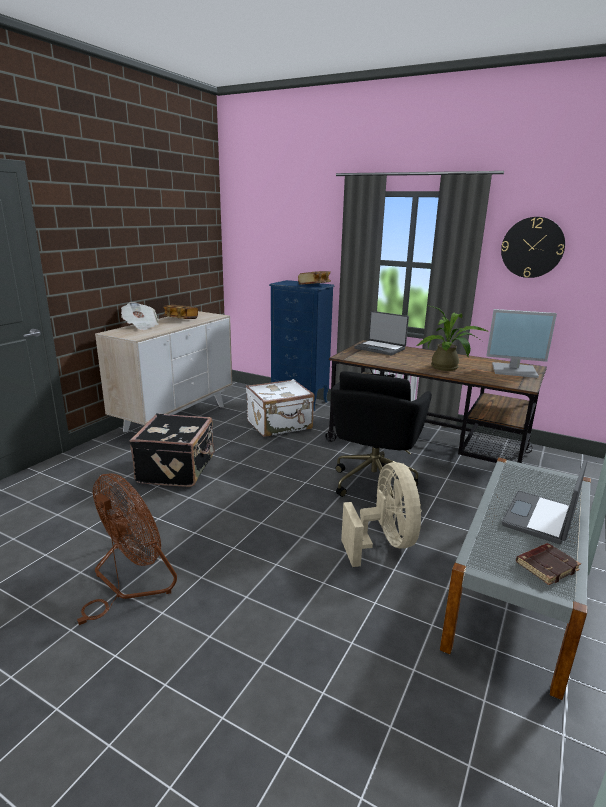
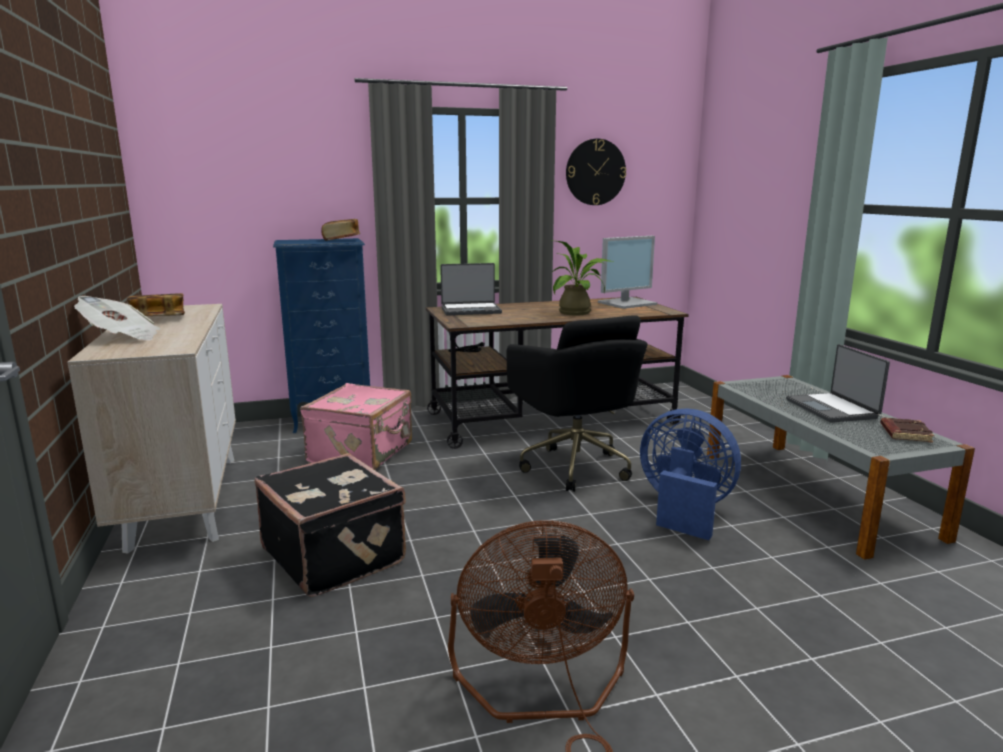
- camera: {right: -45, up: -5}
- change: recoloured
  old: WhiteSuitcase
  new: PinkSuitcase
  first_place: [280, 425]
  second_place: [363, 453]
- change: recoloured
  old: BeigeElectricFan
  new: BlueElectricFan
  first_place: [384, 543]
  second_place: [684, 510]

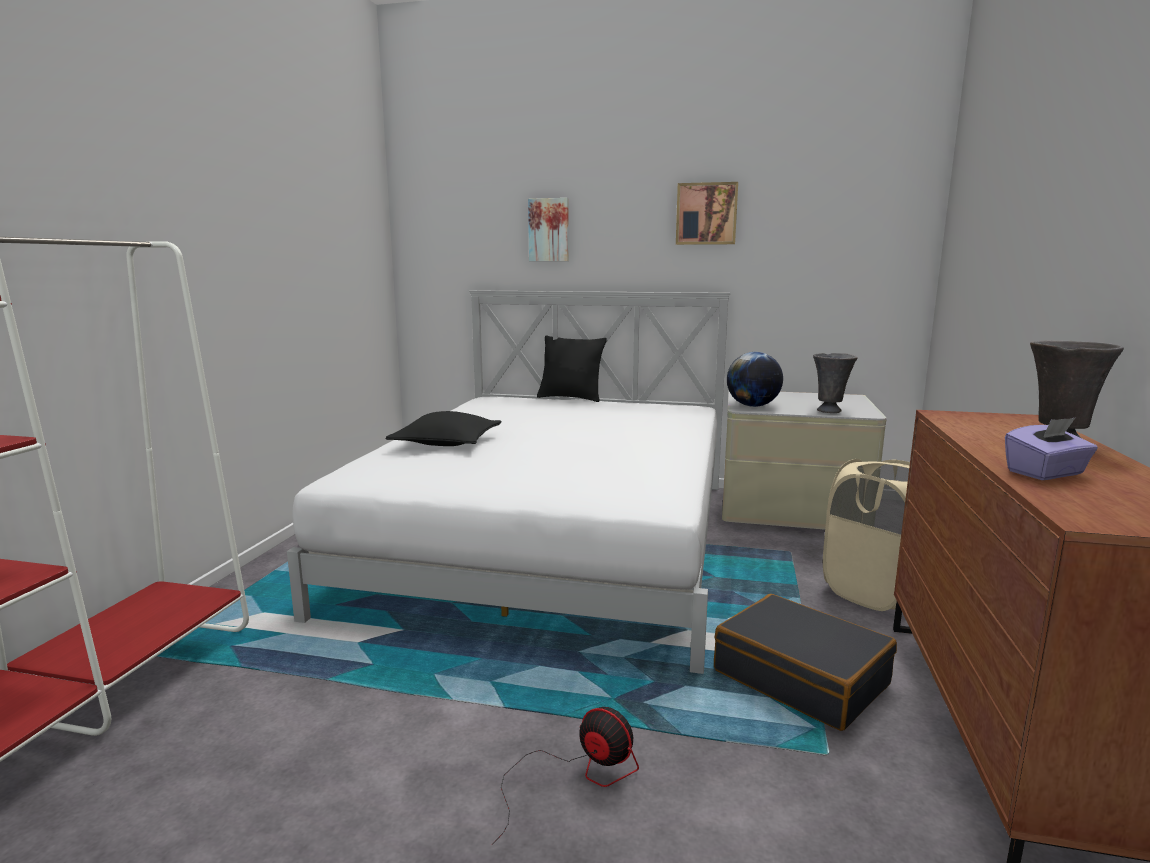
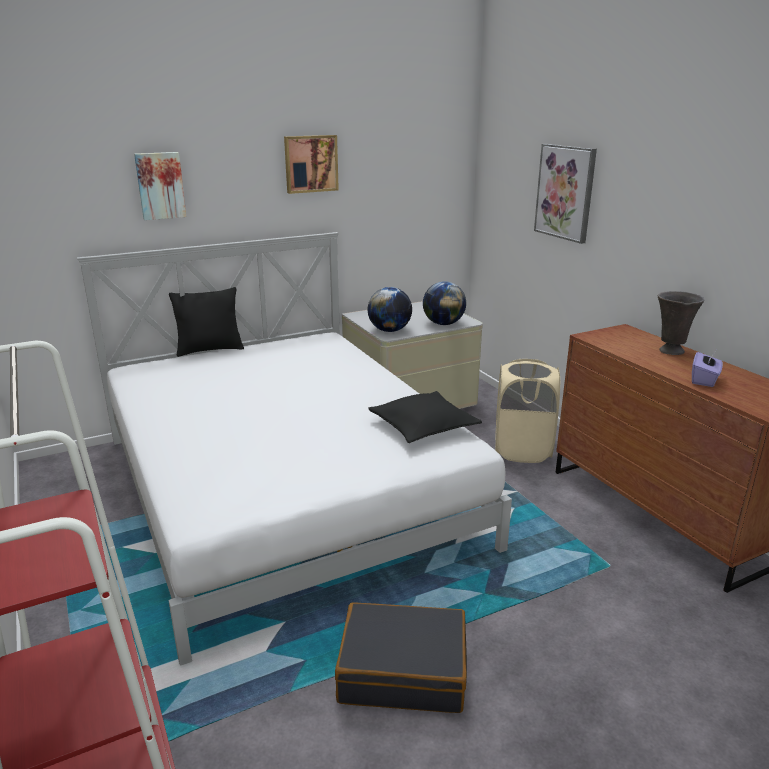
- camera: {right: -40, up: 10}
- change: removed
  old: ElectricFan
  first_place: [576, 775]
- change: added
  new: WallArt
  second_place: [565, 192]
- change: moved
  old: BlackishCushion
  first_place: [447, 443]
  second_place: [423, 427]
- change: moved
  old: BlackishSuitcase
  first_place: [801, 677]
  second_place: [403, 670]
- change: replaced
  old: GreyFlowerVase
  new: DeskGlobe
  first_place: [830, 411]
  second_place: [443, 324]

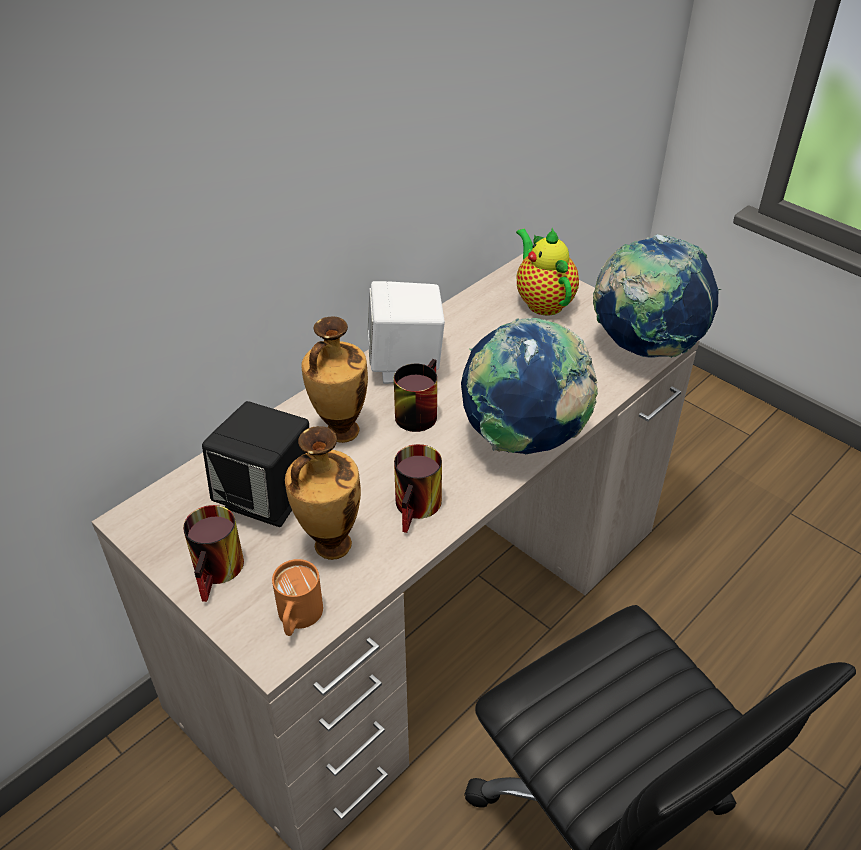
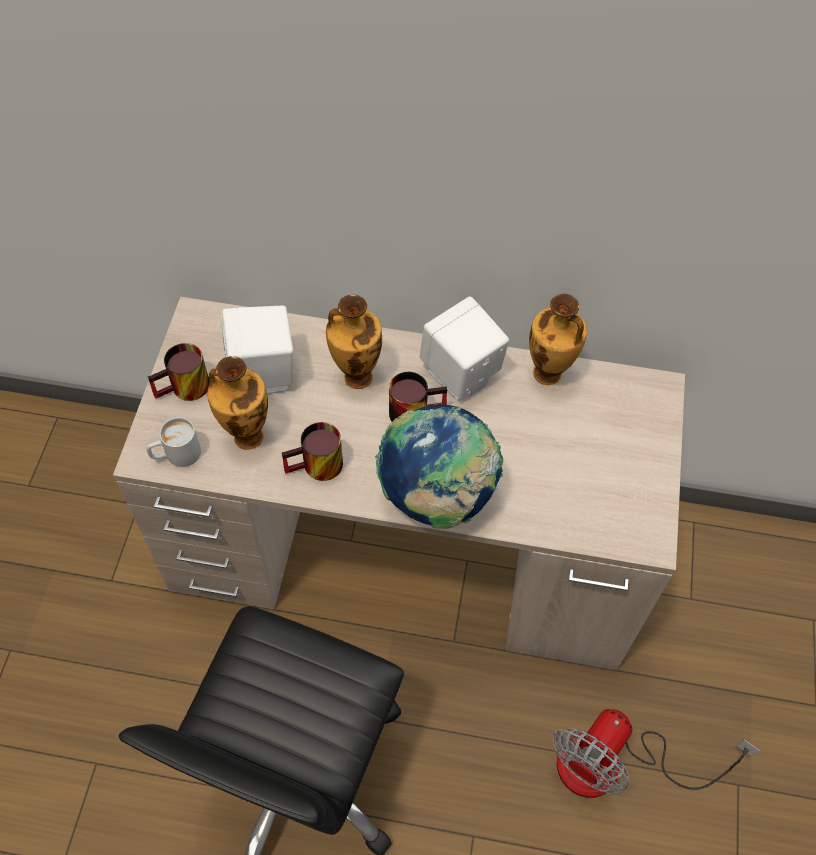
- camera: {right: 55, up: 15}
- change: removed
  old: Teapot
  first_place: [542, 301]
- change: removed
  old: DeskGlobe
  first_place: [644, 347]
- change: added
  new: FlowerVase
  second_place: [548, 375]
- change: added
  new: ElectricFan
  second_place: [612, 765]
- change: recoloured
  old: BlackishLoudspeaker
  new: WhiteLoudspeaker
  first_place: [267, 498]
  second_place: [263, 374]
- change: recoloured
  old: OrangeMug
  new: WhiteMug
  first_place: [298, 619]
  second_place: [176, 455]

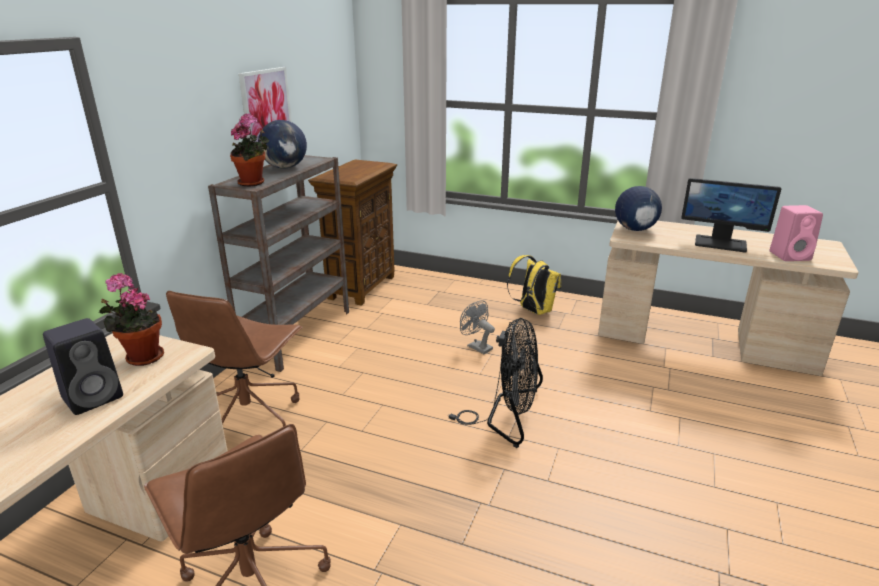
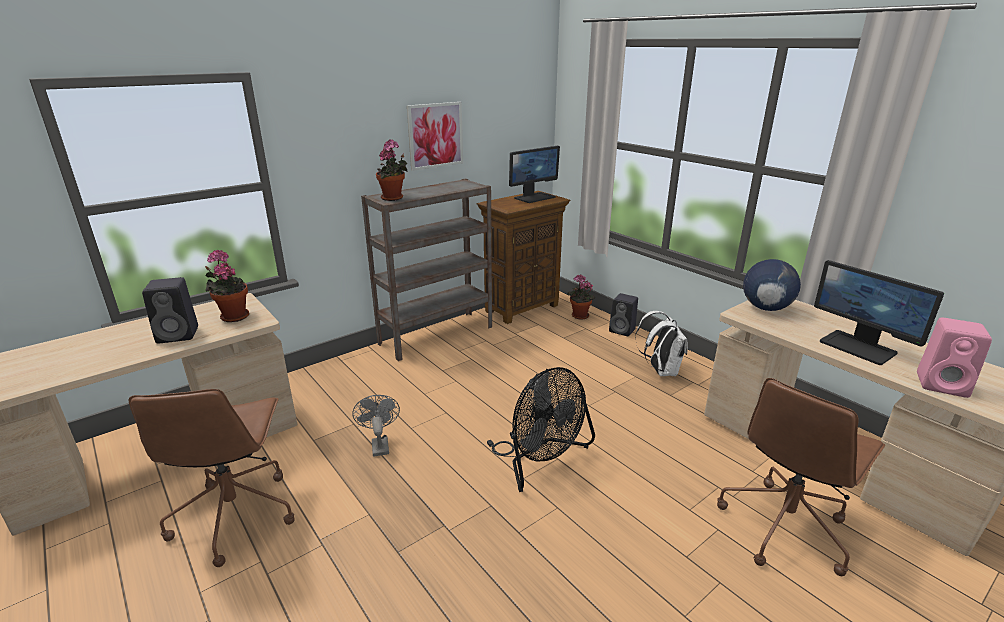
- camera: {right: 30, up: 0}
- change: removed
  old: DeskGlobe
  first_place: [285, 167]
- change: added
  new: ComputerDisplay
  second_place: [534, 197]
- change: added
  new: PottedPlant
  second_place: [578, 316]
- change: added
  new: BlackishLoudspeaker
  second_place: [623, 330]
- change: moved
  old: BrownComputerChair
  first_place: [251, 418]
  second_place: [785, 525]
- change: moved
  old: GreyElectricFan
  first_place: [476, 347]
  second_place: [379, 444]
- change: recoloured
  old: YellowColouredRucksack
  new: WhiteRucksack
  first_place: [533, 310]
  second_place: [660, 370]

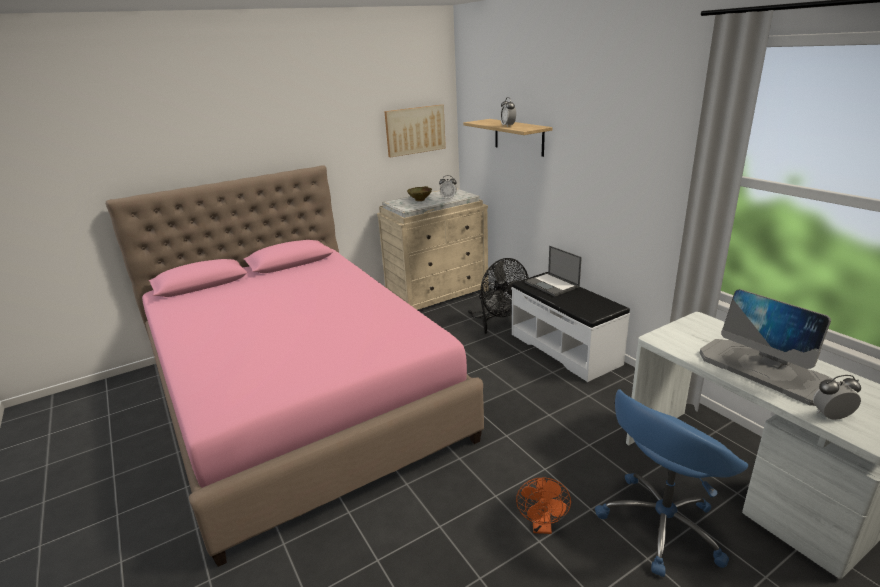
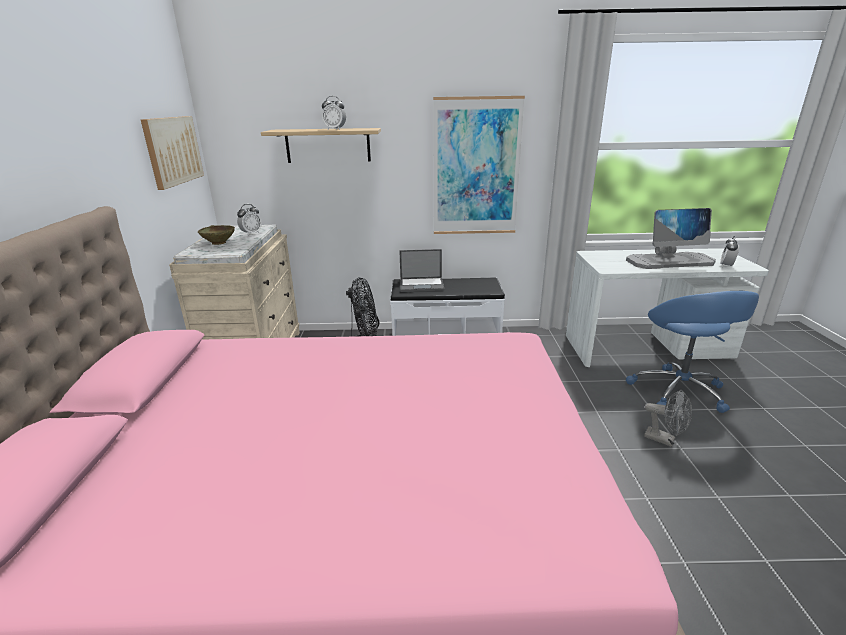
- camera: {right: -60, up: 0}
- change: added
  new: WallArt
  second_place: [476, 168]
- change: recoloured
  old: OrangeElectricFan
  new: GreyElectricFan
  first_place: [542, 526]
  second_place: [664, 439]

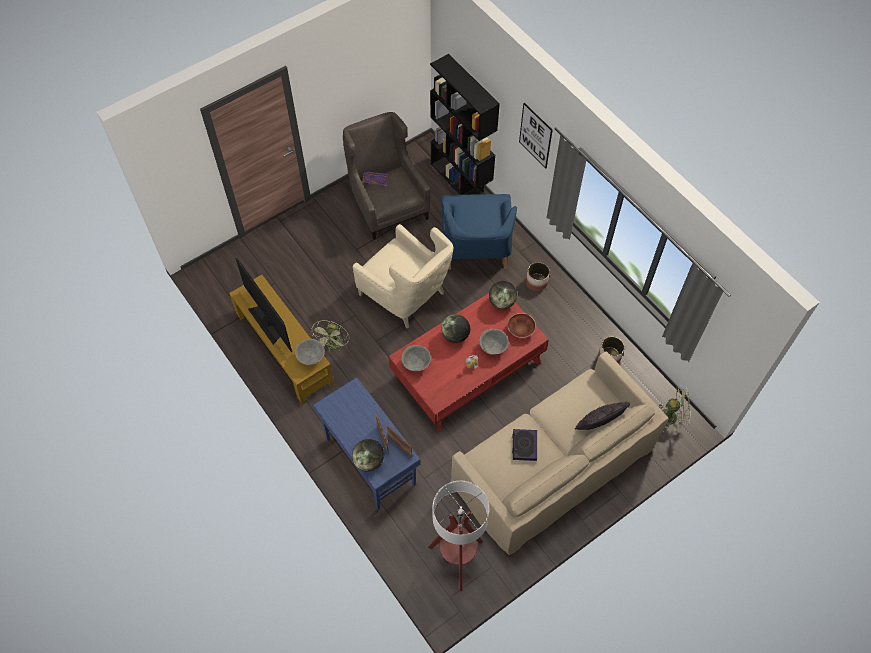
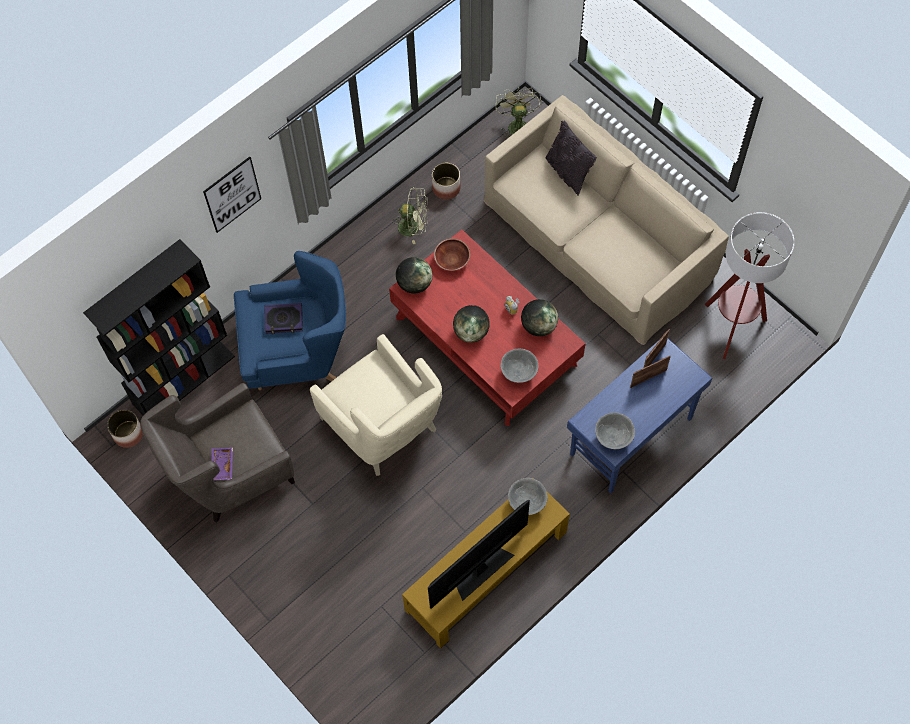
- camera: {right: -95, up: 5}
- change: moved
  old: GreenColouredElectricFan
  first_place: [334, 346]
  second_place: [413, 227]
- change: moved
  old: DeskGlobe
  first_place: [369, 461]
  second_place: [538, 326]
- change: moved
  old: GreyBowl
  first_place: [493, 347]
  second_place: [613, 437]
- change: moved
  old: Book
  first_place: [524, 446]
  second_place: [284, 320]
- change: moved
  old: Planter
  first_place: [536, 282]
  second_place: [128, 434]
- change: turned
  old: BeigeLoungeChair
  first_place: [406, 295]
  second_place: [384, 427]
  degrees: 105

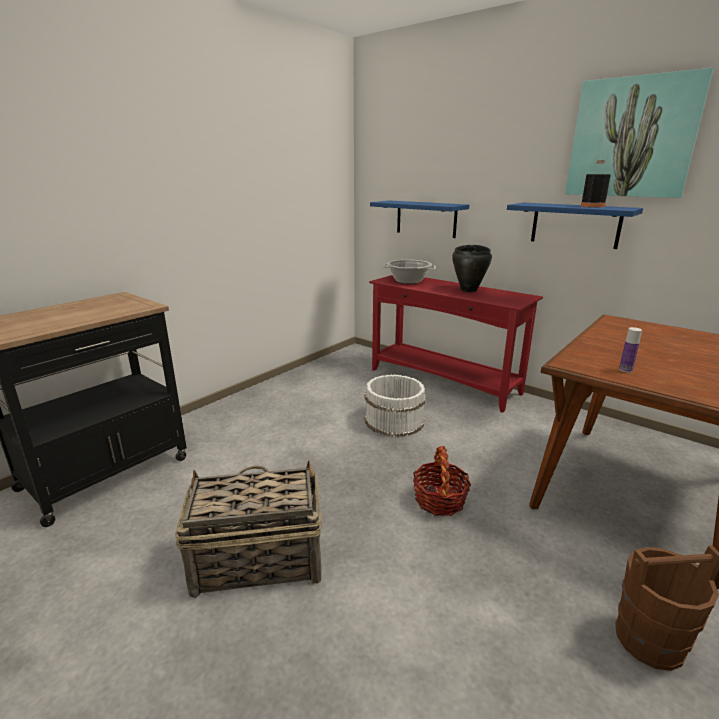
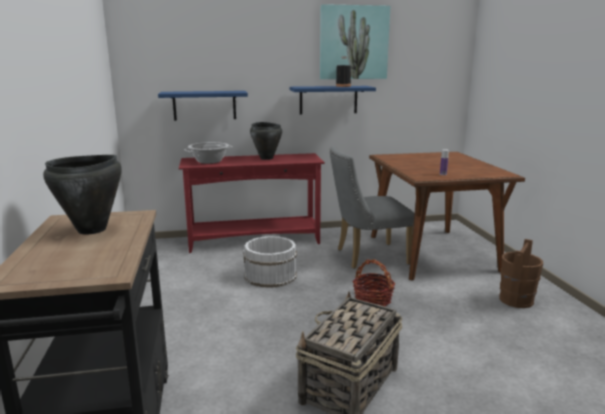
- camera: {right: -50, up: -5}
- change: added
  new: BlackishCookingPot
  second_place: [92, 230]
- change: added
  new: GreyUprightChair
  second_place: [366, 257]

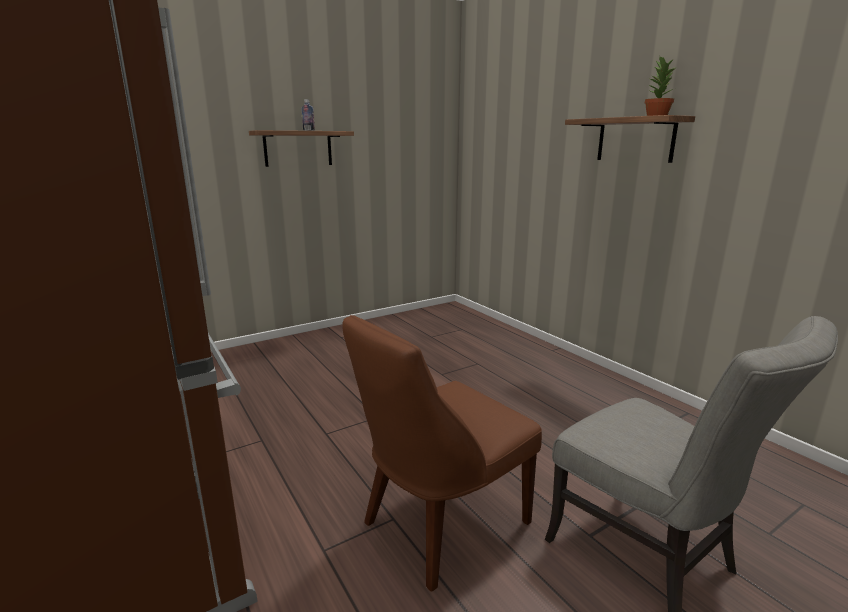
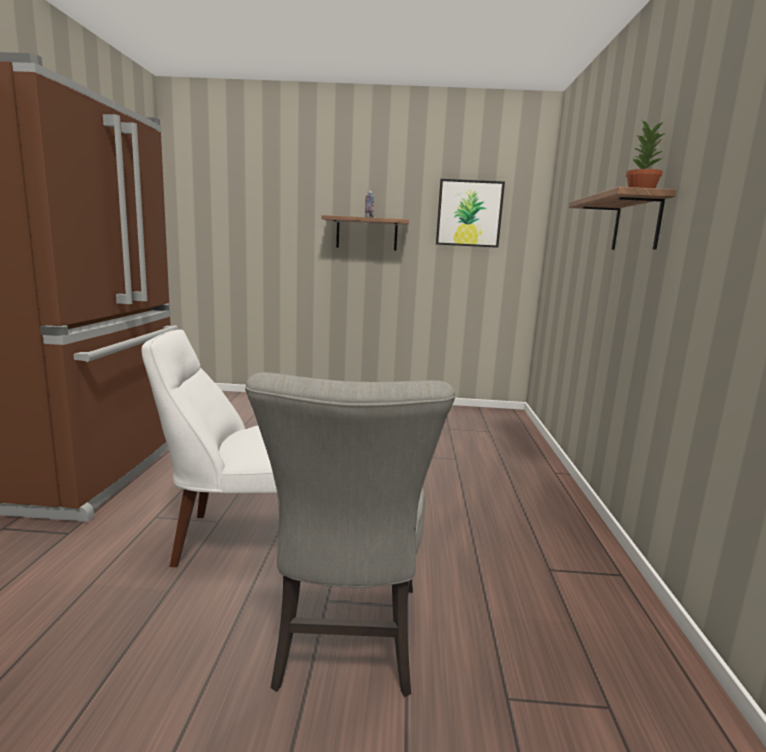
- camera: {right: 35, up: -5}
- change: added
  new: WallArt
  second_place: [469, 213]
- change: recoloured
  old: BrownUprightChair
  new: WhiteUprightChair
  first_place: [440, 525]
  second_place: [237, 539]

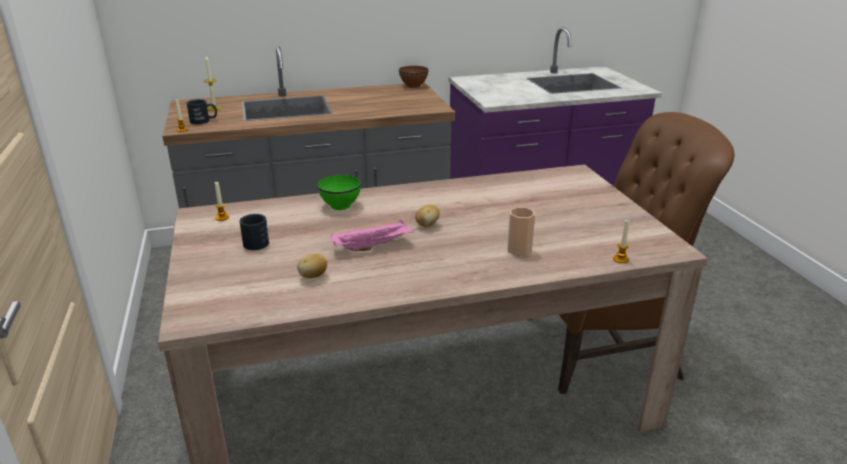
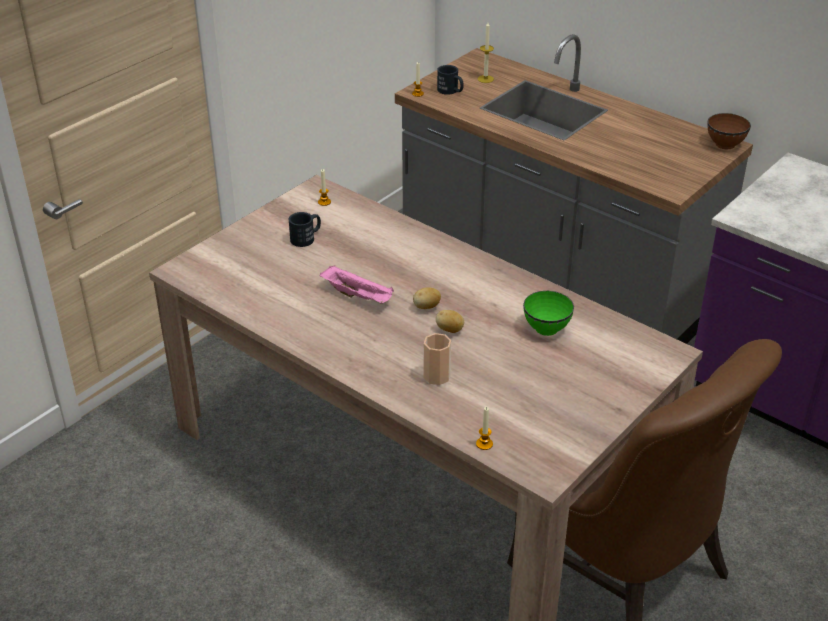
- camera: {right: 55, up: 10}
- change: moved
  old: WholePotato
  first_place: [313, 276]
  second_place: [450, 330]
- change: moved
  old: GreenColouredBowl
  first_place: [341, 205]
  second_place: [547, 328]

